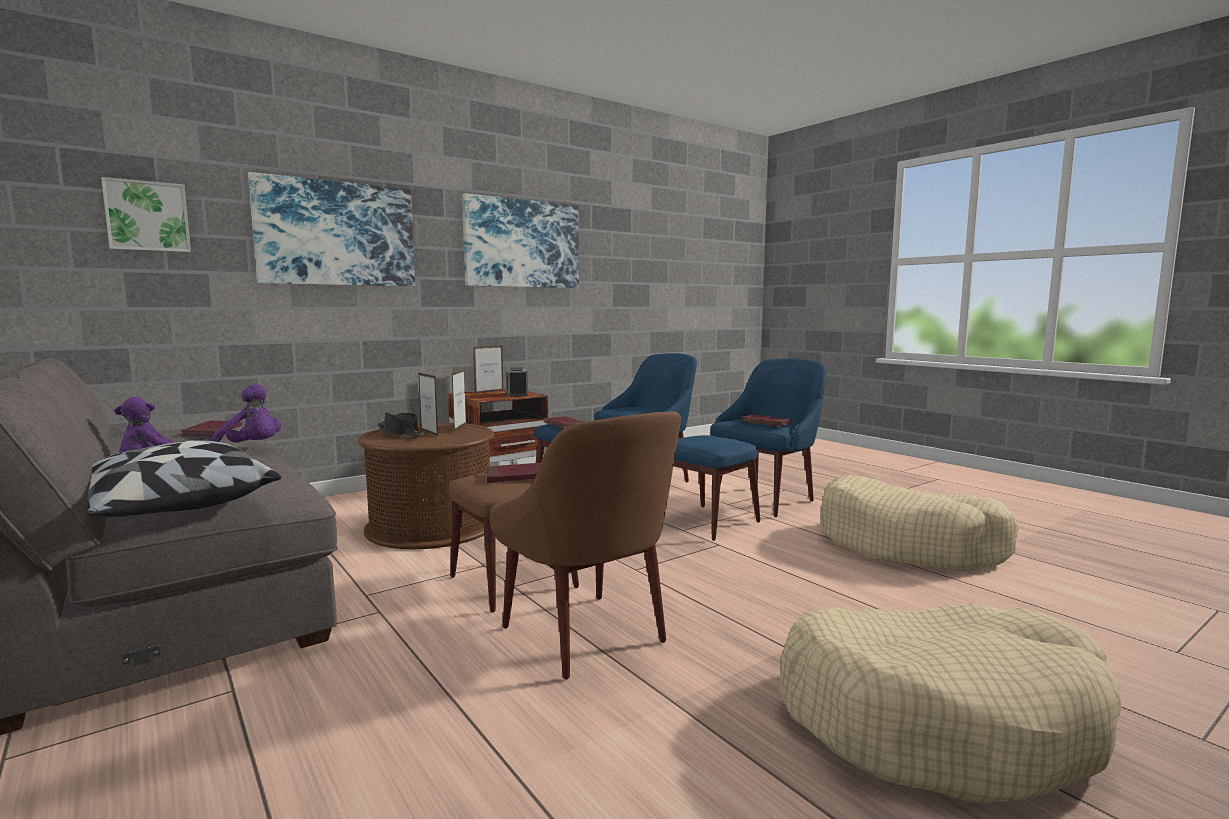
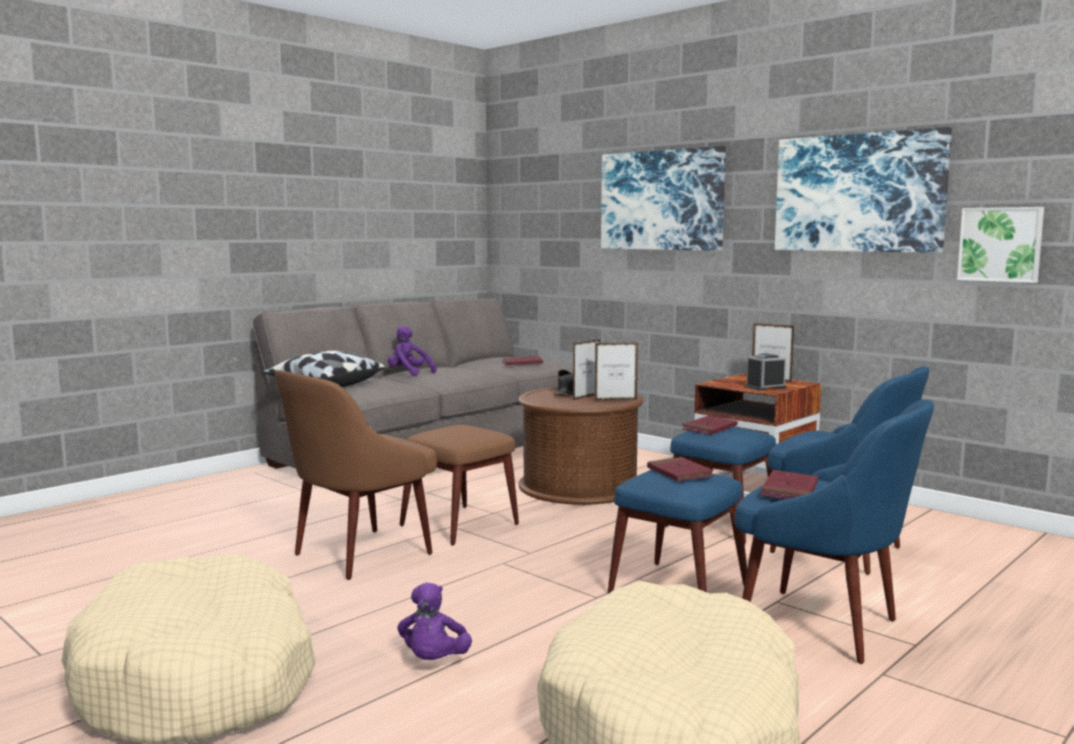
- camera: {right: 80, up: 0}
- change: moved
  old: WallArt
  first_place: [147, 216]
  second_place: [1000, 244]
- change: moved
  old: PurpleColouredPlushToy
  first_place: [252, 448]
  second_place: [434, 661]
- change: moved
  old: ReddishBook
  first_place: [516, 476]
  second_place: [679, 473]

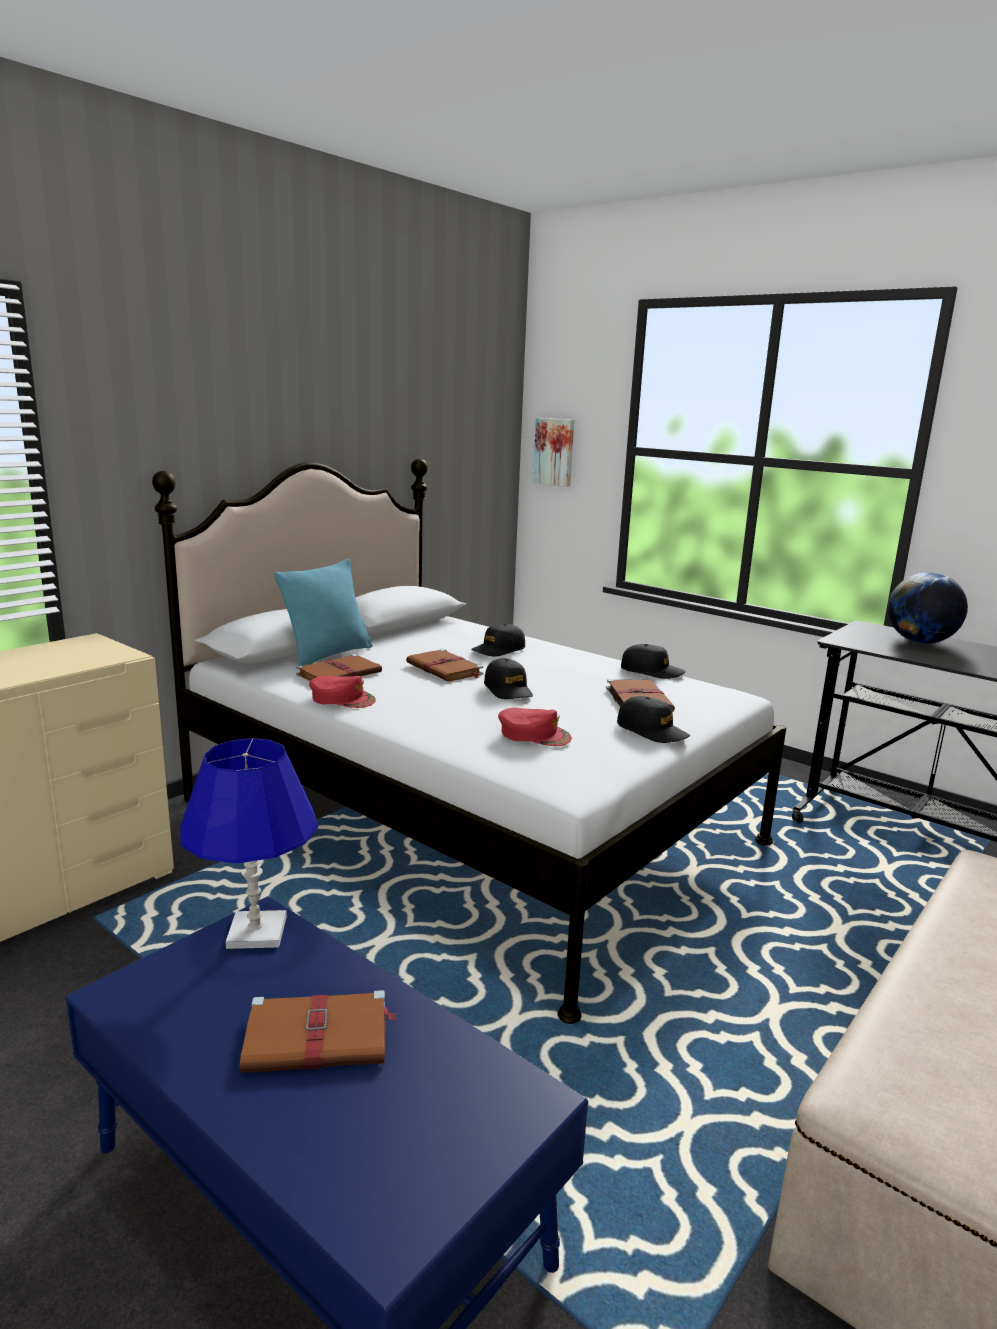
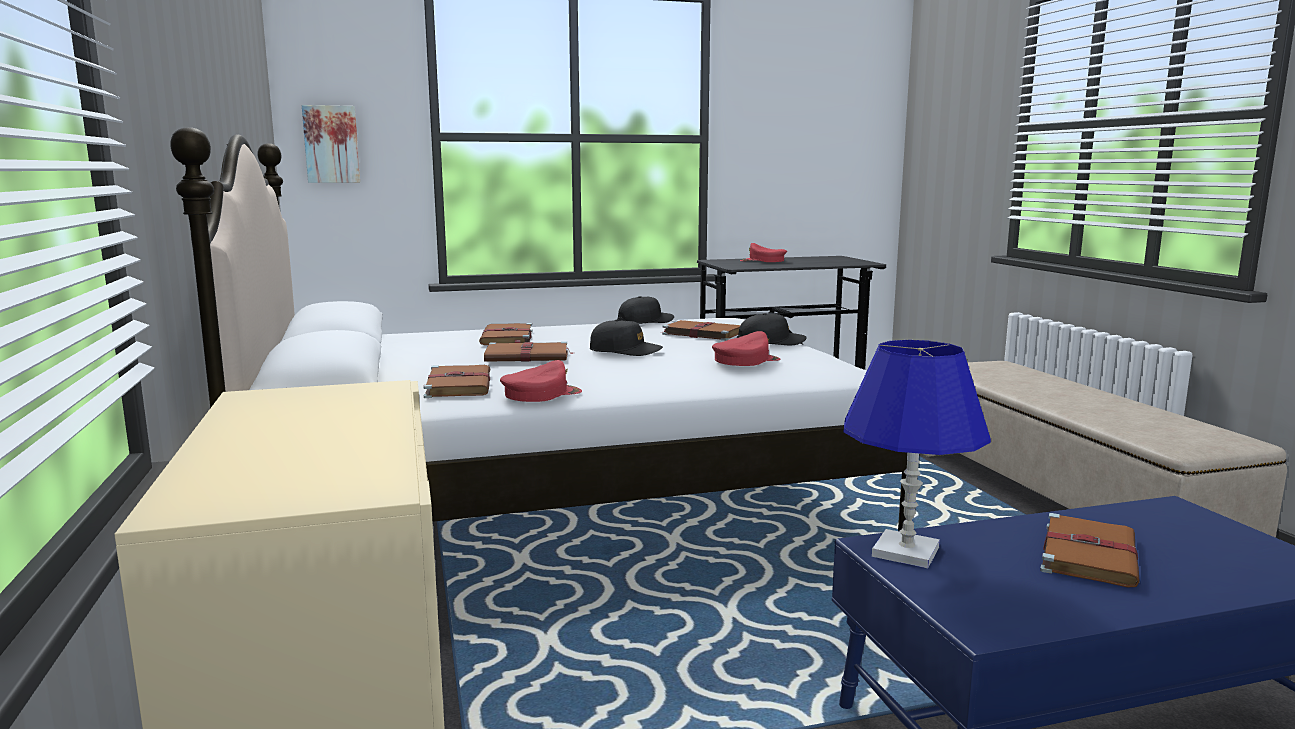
- camera: {right: -55, up: -5}
- change: removed
  old: TurquoiseCushion
  first_place: [328, 655]
- change: replaced
  old: BlackishCap
  new: BrownBook
  first_place: [498, 650]
  second_place: [507, 338]
- change: replaced
  old: DeskGlobe
  new: ReddishCap
  first_place: [920, 642]
  second_place: [763, 261]

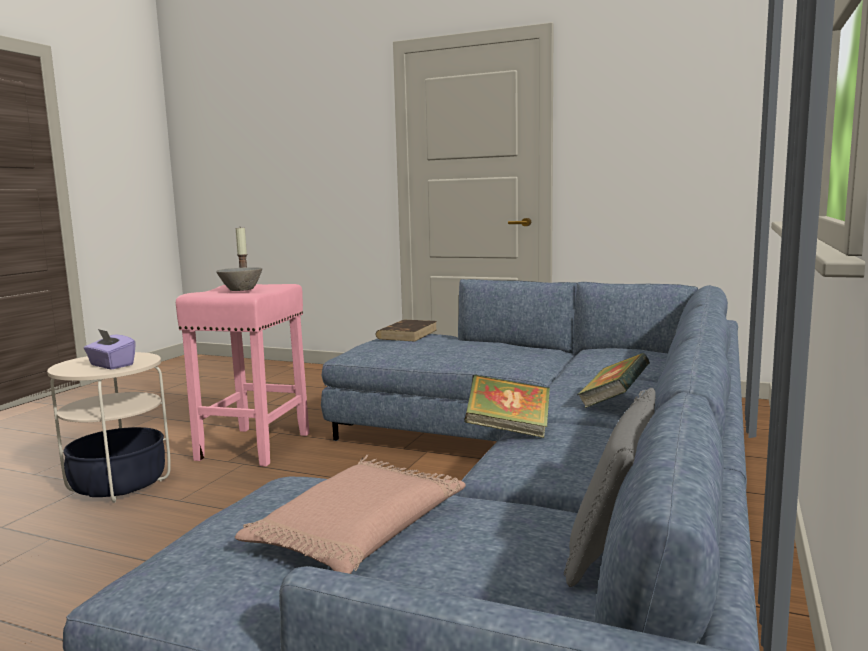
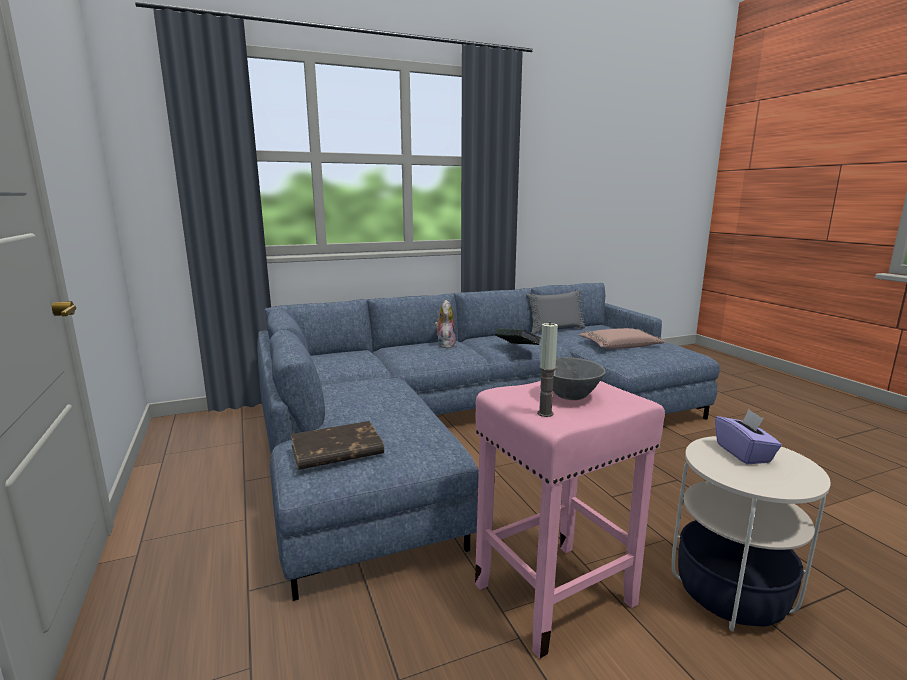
- camera: {right: -135, up: 5}
- change: replaced
  old: Book
  new: PlushToy
  first_place: [613, 402]
  second_place: [445, 345]

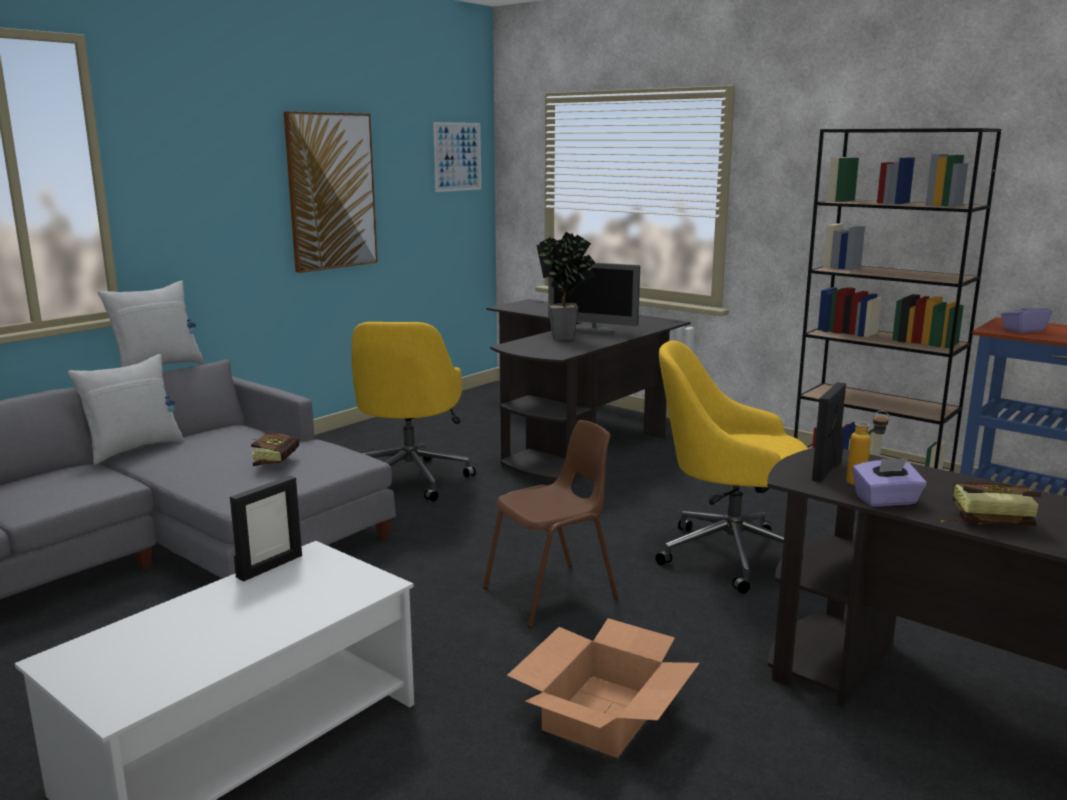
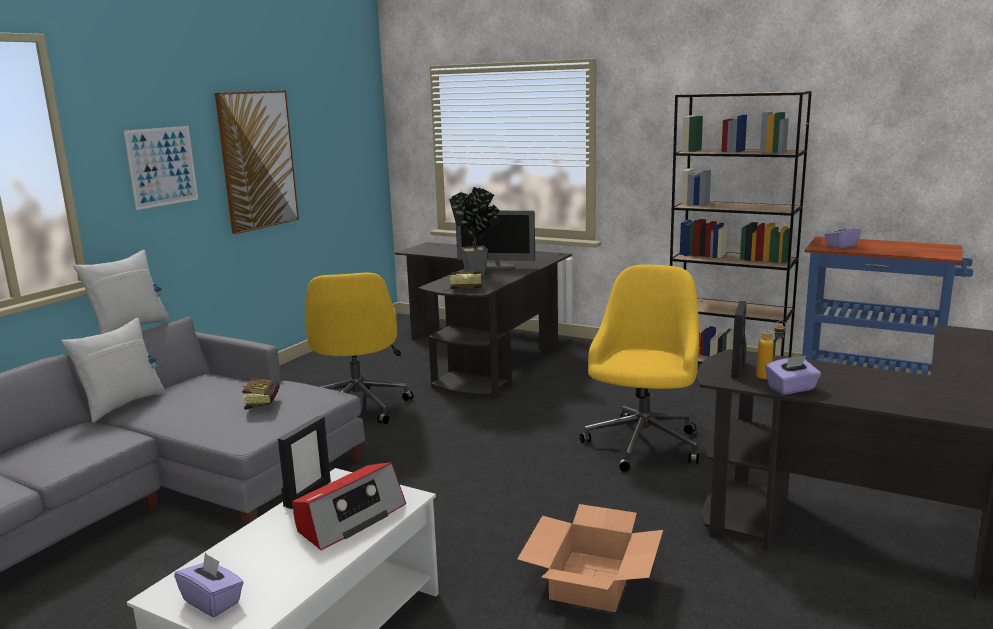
- camera: {right: -10, up: 0}
- change: removed
  old: BrownUprightChair
  first_place: [552, 593]
- change: added
  new: PurpleColouredBoxOfTissues
  second_place: [212, 601]
- change: added
  new: RadioSet
  second_place: [349, 519]
- change: moved
  old: WallArt
  first_place: [457, 156]
  second_place: [162, 166]
- change: moved
  old: Book
  first_place: [982, 520]
  second_place: [462, 289]
- change: turned
  old: YellowColouredComputerChair
  first_place: [728, 556]
  second_place: [643, 444]
  degrees: 105

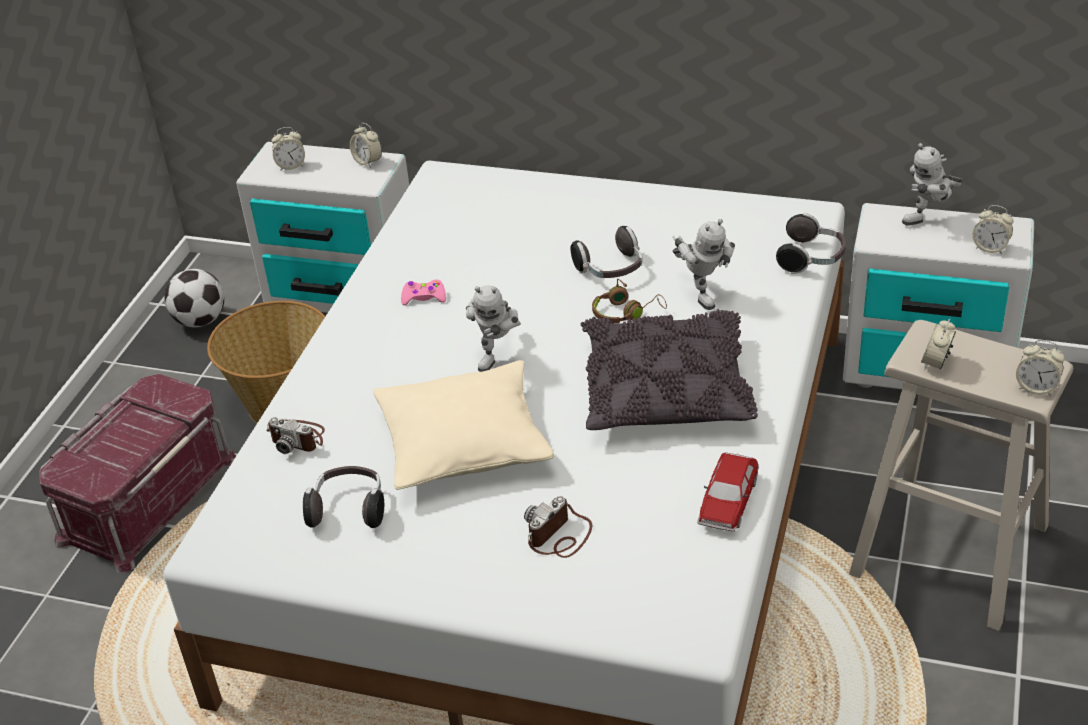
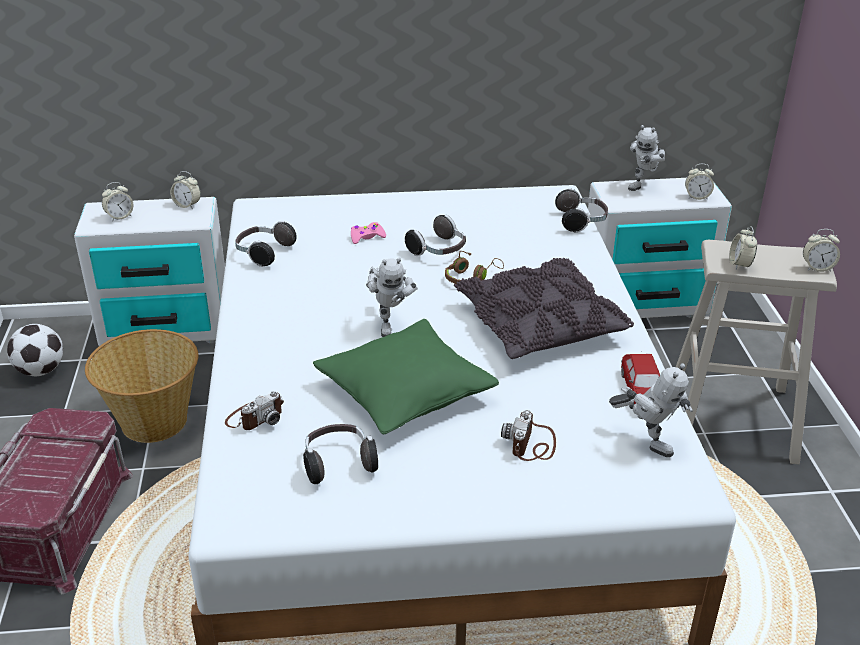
- camera: {right: -25, up: -5}
- change: added
  new: Headset
  second_place: [263, 253]
- change: moved
  old: PinkJoypad
  first_place: [424, 297]
  second_place: [367, 237]
- change: moved
  old: ModelRobot
  first_place: [701, 294]
  second_place: [647, 441]
- change: recoloured
  old: BeigeCushion
  new: GreenColouredCushion
  first_place: [464, 443]
  second_place: [405, 392]
- change: turned
  old: StillCamera
  first_place: [298, 438]
  second_place: [255, 417]
  degrees: -45

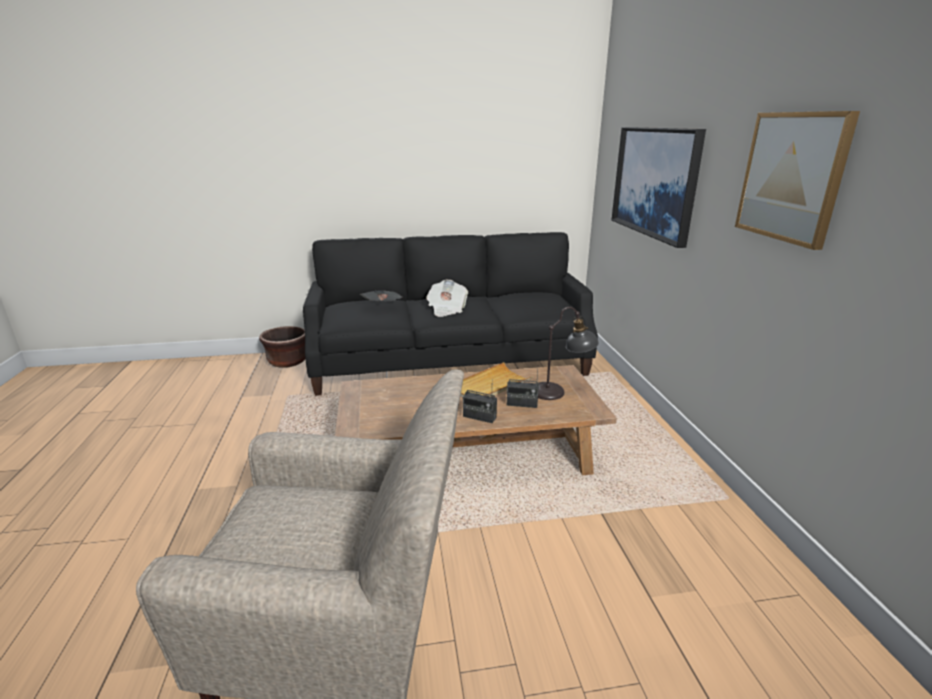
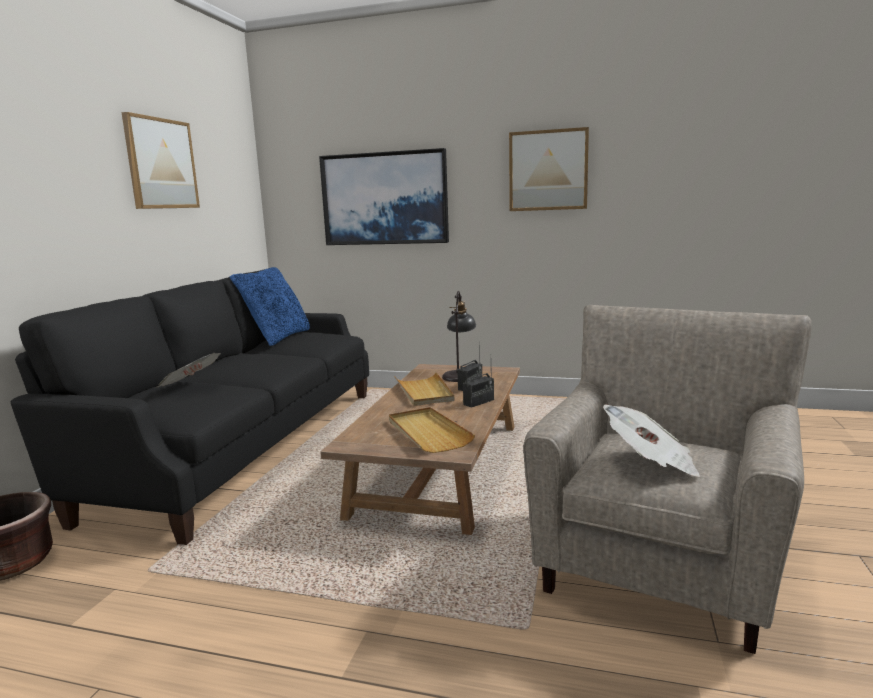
- camera: {right: -65, up: -10}
- change: added
  new: WallArt
  second_place: [161, 164]
- change: added
  new: BlueCushion
  second_place: [277, 337]
- change: added
  new: BeigeCarryingTray
  second_place: [427, 433]
- change: moved
  old: PrintedPaper
  first_place: [446, 309]
  second_place: [651, 463]

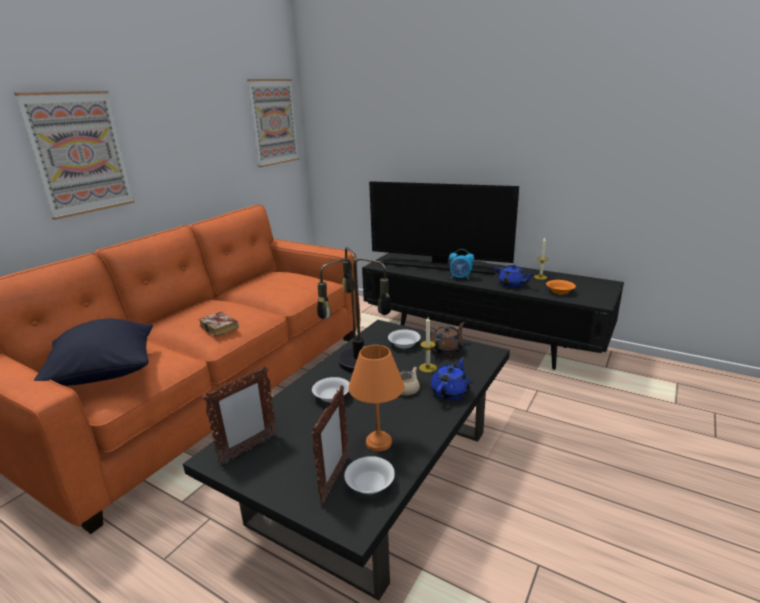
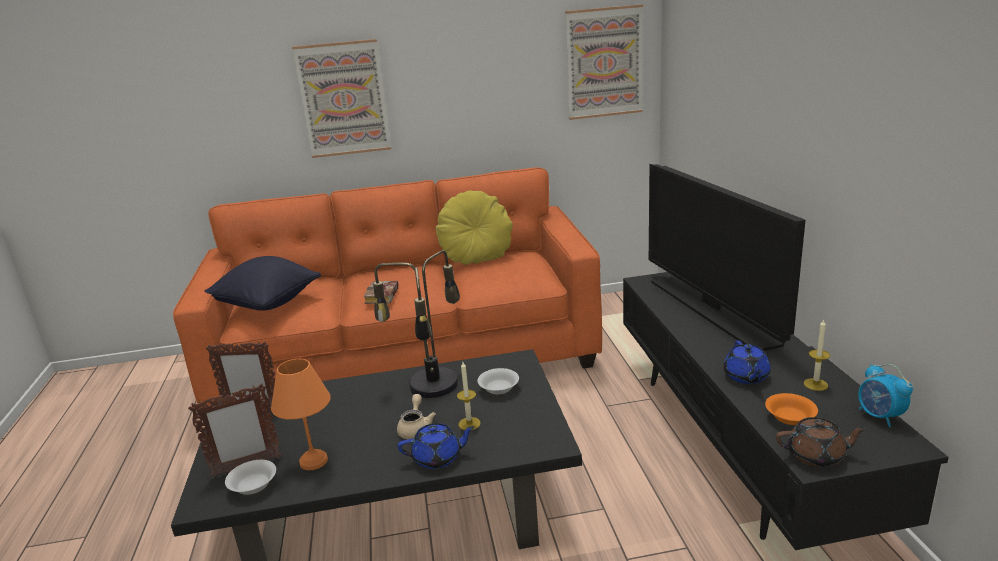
- camera: {right: 50, up: 0}
- change: removed
  old: WhiteBowl
  first_place: [332, 397]
- change: added
  new: YellowColouredCushion
  second_place: [477, 259]
- change: moved
  old: BrownTeapot
  first_place: [447, 350]
  second_place: [817, 456]
- change: moved
  old: BedsideClock
  first_place: [460, 278]
  second_place: [880, 416]

